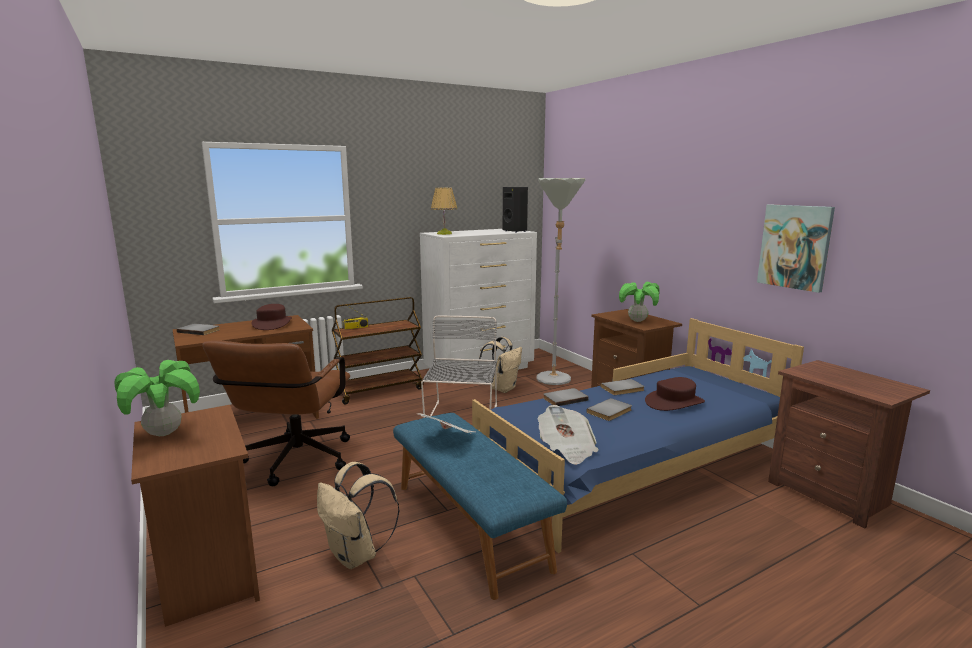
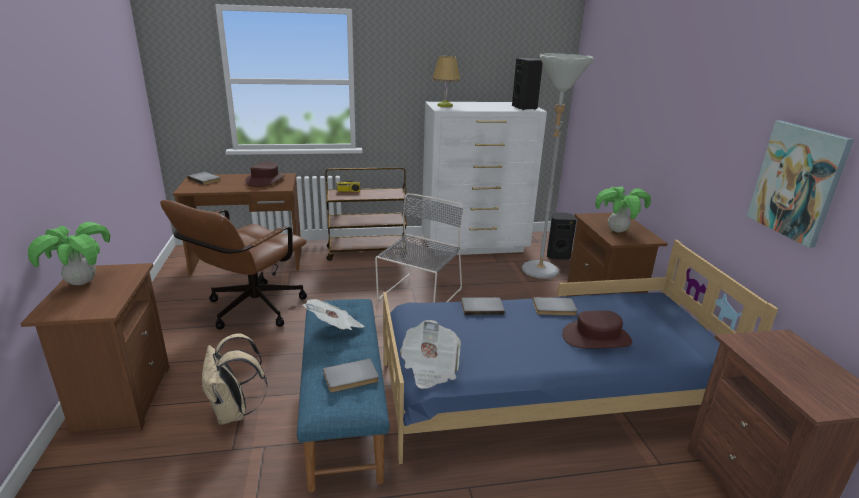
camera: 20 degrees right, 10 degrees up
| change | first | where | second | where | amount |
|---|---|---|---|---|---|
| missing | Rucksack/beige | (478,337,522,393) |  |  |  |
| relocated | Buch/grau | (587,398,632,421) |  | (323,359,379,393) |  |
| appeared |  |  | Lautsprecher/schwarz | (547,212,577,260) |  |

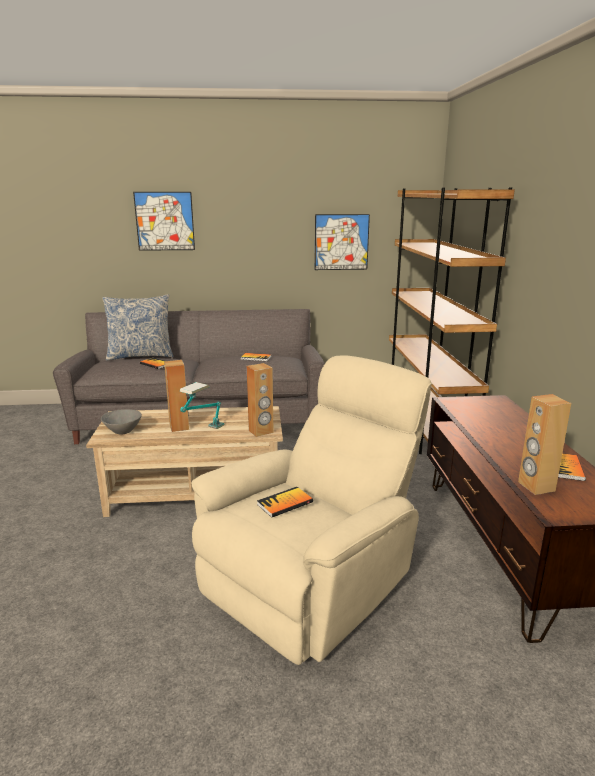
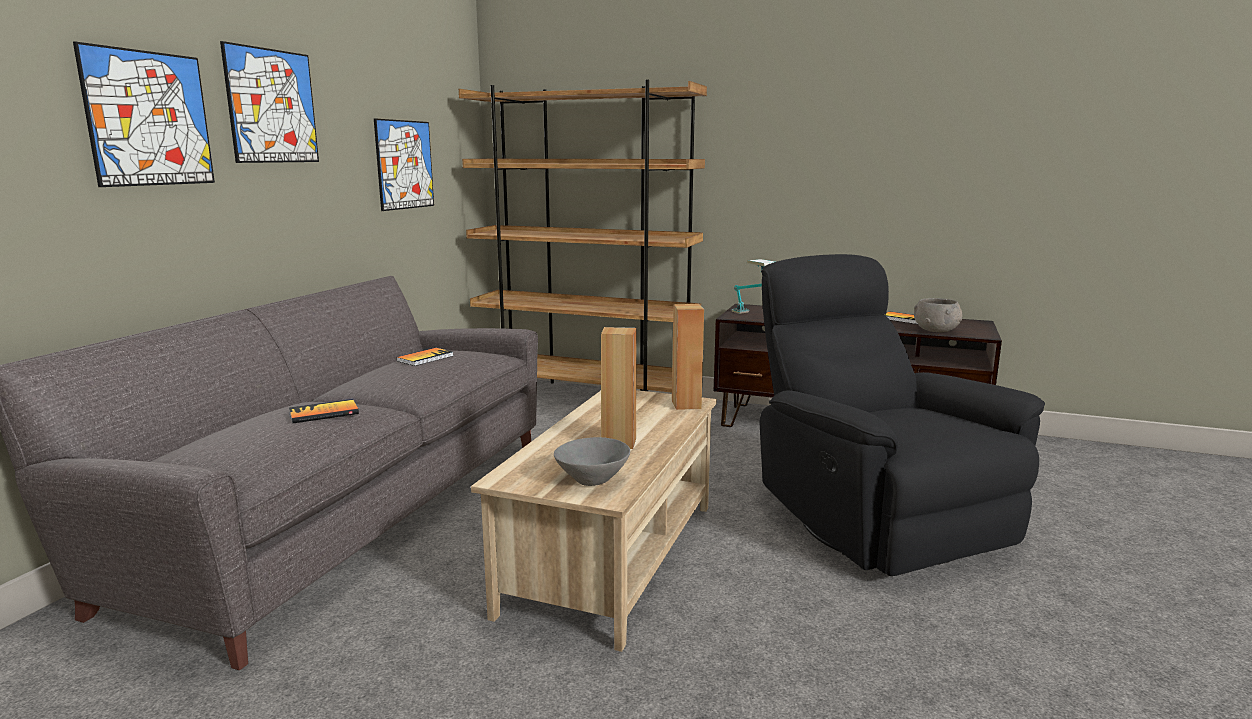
camera: 65 degrees left, 5 degrees down
| change | first | where | second | where | amount |
|---|---|---|---|---|---|
| missing | Kissen | (102,294,173,361) |  |  |  |
| colour | Sessel/beige | (192,355,432,665) | Sessel/schwarz | (760,254,1045,576) |  |
| relocated | Tischlampe | (180,382,225,429) |  | (732,259,775,314) |  |
| exchanged | Lautsprecher/braun | (518,394,571,495) | Schüssel/grau | (914,298,963,332) |  |
| missing | Buch | (257,487,313,518) |  |  |  |
| appeared |  |  | Bild | (220,41,319,163) |  |

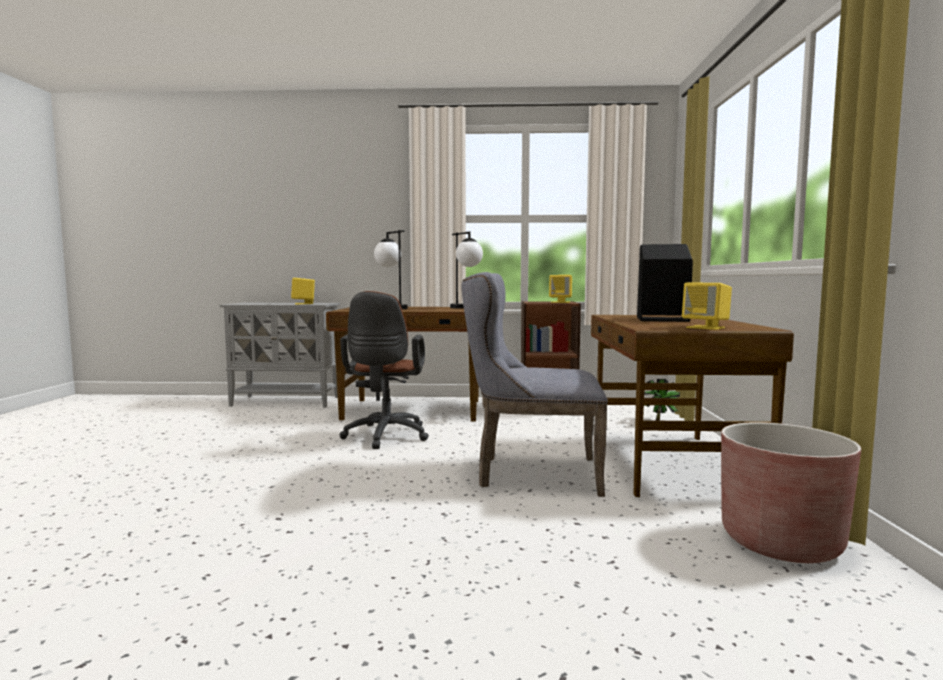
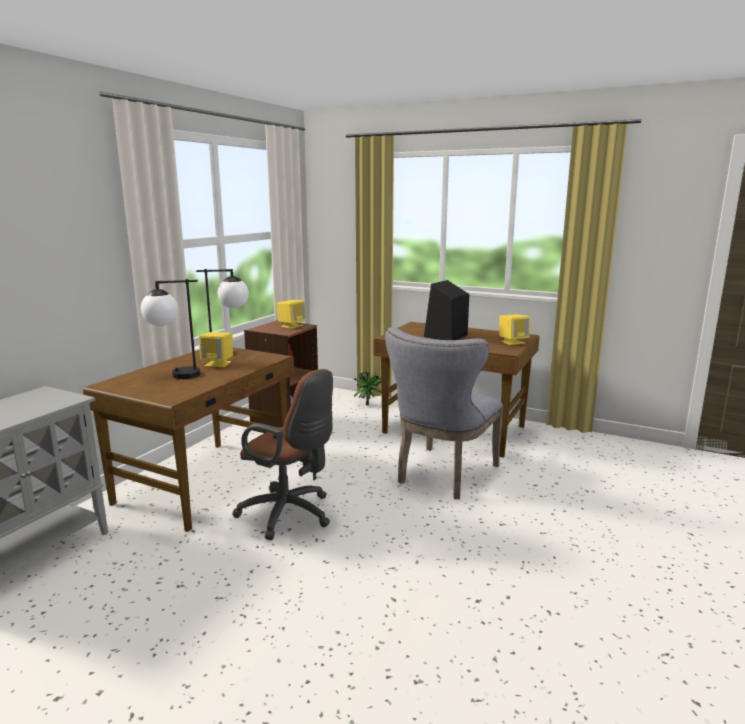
camera: 65 degrees left, 10 degrees up
| change | first | where | second | where | amount |
|---|---|---|---|---|---|
| relocated | Lautsprecher/gelb | (291,278,315,304) |  | (199,332,233,367) |  |
| missing | Pflanzkübel/braun | (721,422,861,563) |  |  |  |

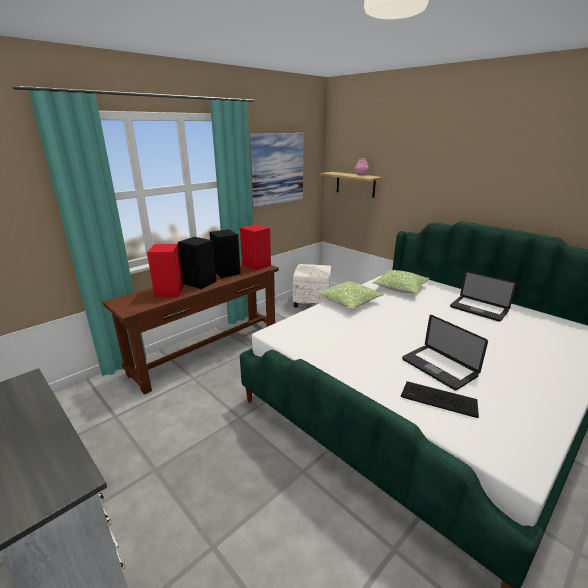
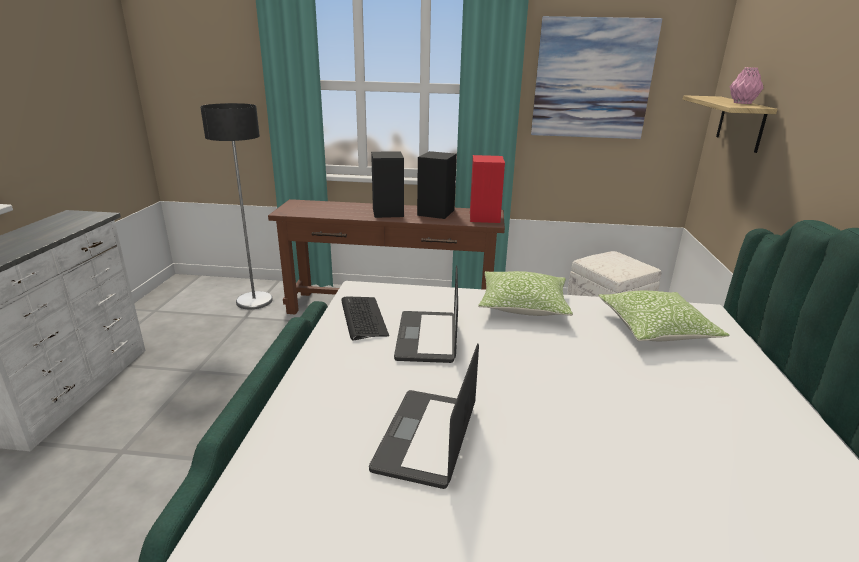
camera: 50 degrees right, 0 degrees up
| change | first | where | second | where | amount |
|---|---|---|---|---|---|
| missing | Lautsprecher/rot | (147,244,183,298) |  |  |  |
| relocated | Laptop | (450,271,517,322) |  | (394,266,458,363) |  |
| relocated | Tastatur | (400,381,479,418) |  | (341,296,389,341) |  |
| appeared |  |  | Stehlampe | (200,103,273,309) |  |

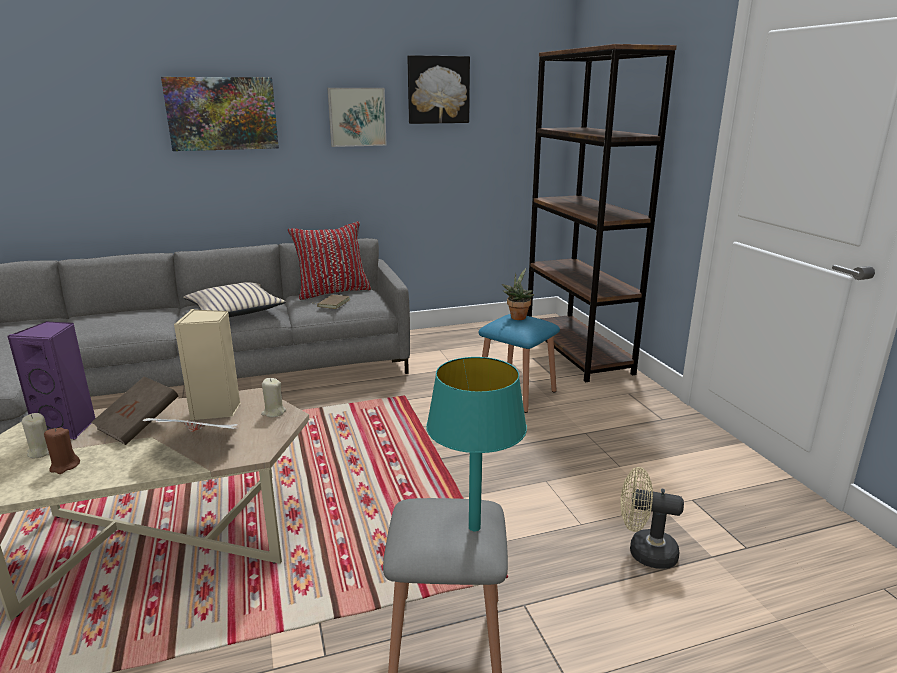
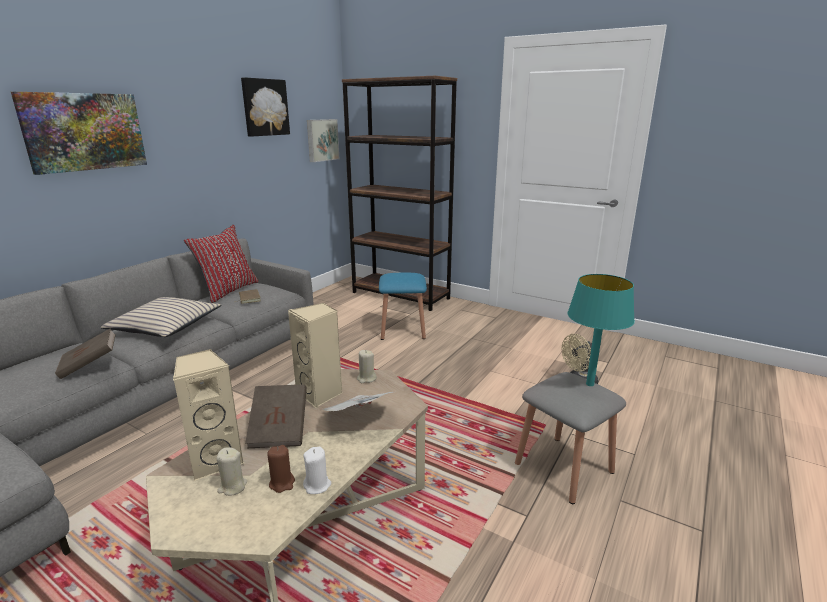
camera: 40 degrees left, 0 degrees up
| change | first | where | second | where | amount |
|---|---|---|---|---|---|
| relocated | Bild | (327,88,387,147) |  | (307,119,339,162) |  |
| missing | Topfpflanze | (502,268,534,320) |  |  |  |
| colour | Lautsprecher/lila | (8,321,96,440) | Lautsprecher/beige | (173,349,244,481) |  |
| appeared |  |  | Buch/braun | (55,328,116,379) |  |
| appeared |  |  | Kerze/weiß | (303,447,331,494) |  |

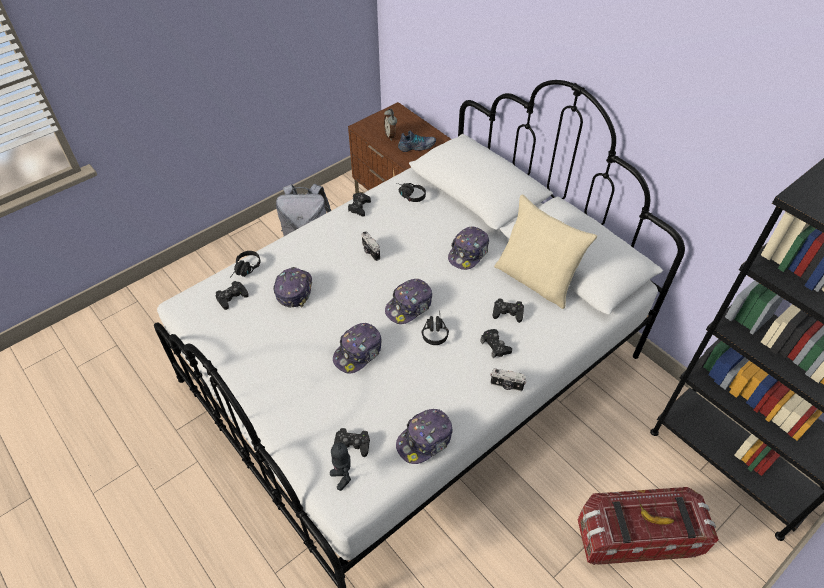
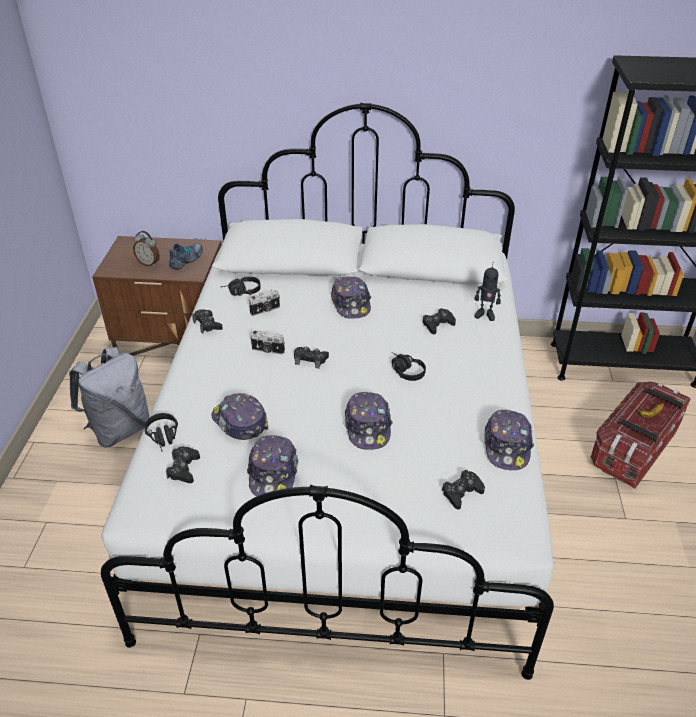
camera: 45 degrees left, 10 degrees down
| change | first | where | second | where | amount |
|---|---|---|---|---|---|
| missing | Kissen/beige | (494,195,597,309) |  |  |  |
| relocated | Kappe | (385,279,432,324) |  | (247,435,298,499) |  |
| relocated | Gamepad/schwarz | (480,329,512,359) |  | (294,347,329,369) |  |
| relocated | Kamera | (491,368,527,391) |  | (248,290,280,316) |  |
| relocated | Spielzeugroboter | (330,442,351,491) |  | (474,262,501,321) |  |

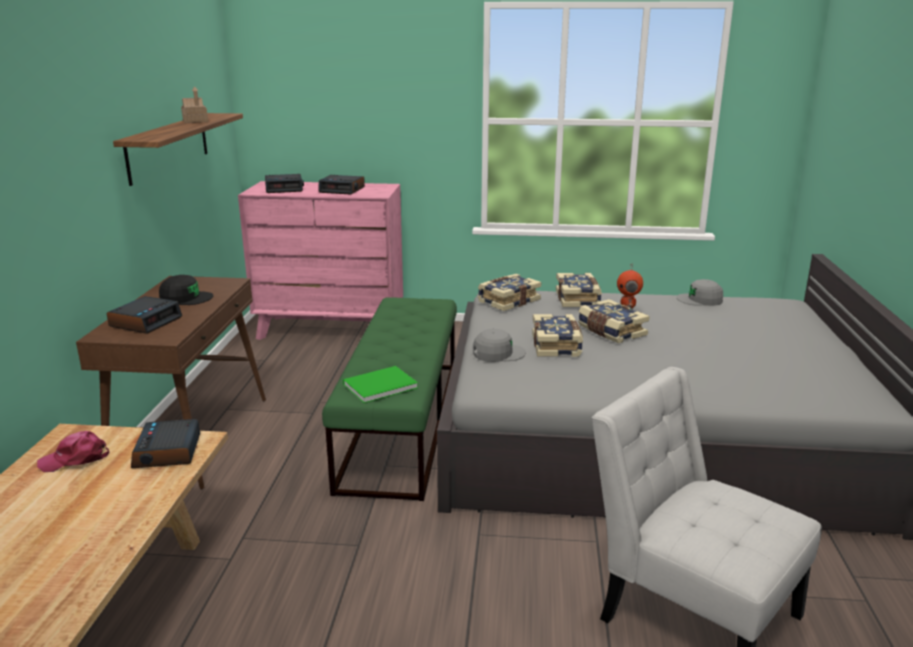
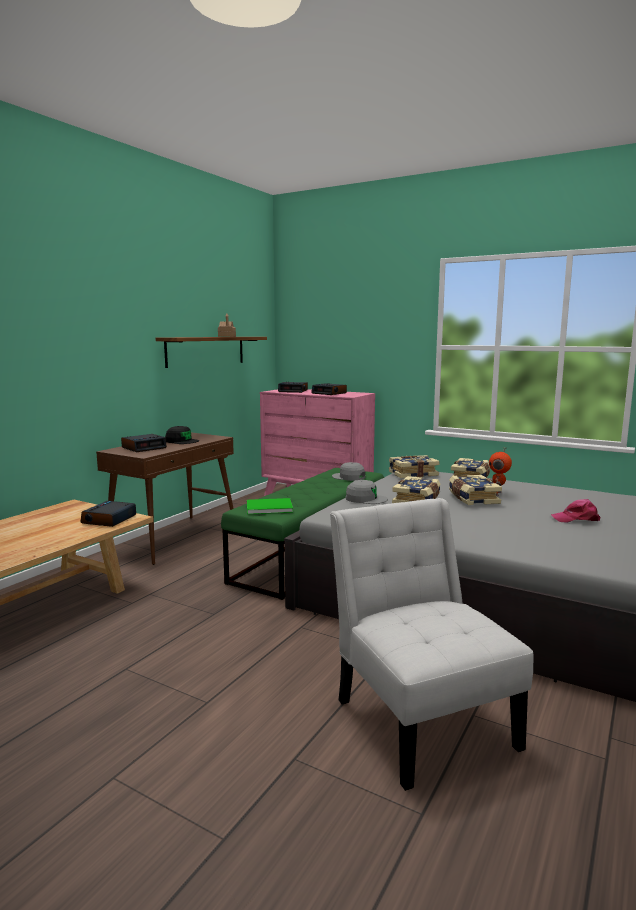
camera: 25 degrees right, 10 degrees down
| change | first | where | second | where | amount |
|---|---|---|---|---|---|
| relocated | Kappe/grau | (676,279,723,306) |  | (332,462,365,481) |  |
| relocated | Kappe/rosa | (37,431,110,472) |  | (551,499,600,523) |  |

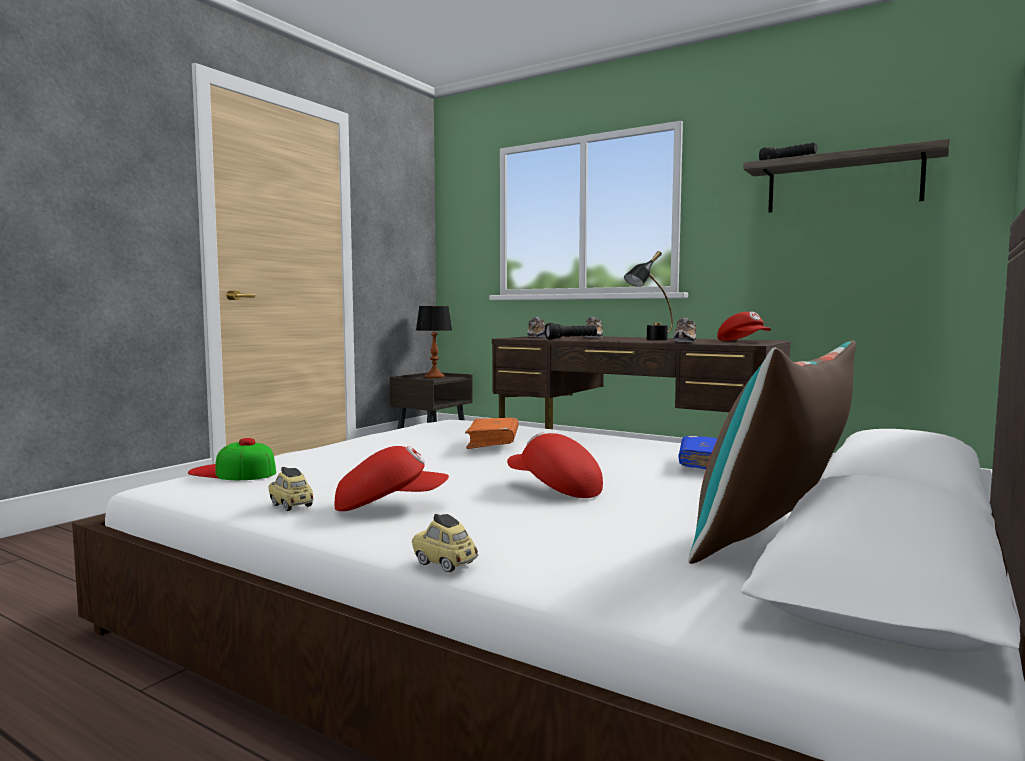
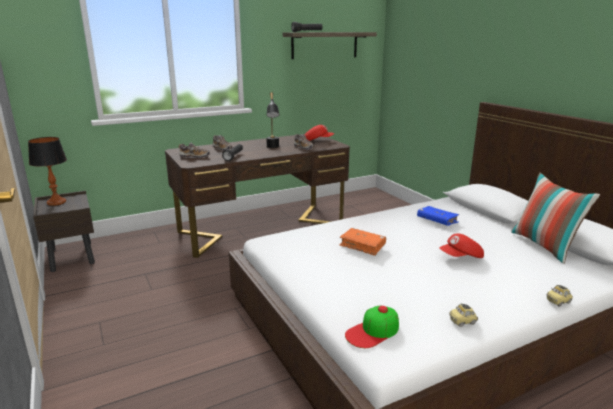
camera: 60 degrees left, 15 degrees up
| change | first | where | second | where | amount |
|---|---|---|---|---|---|
| missing | Kappe/rot | (335,446,449,511) |  |  |  |

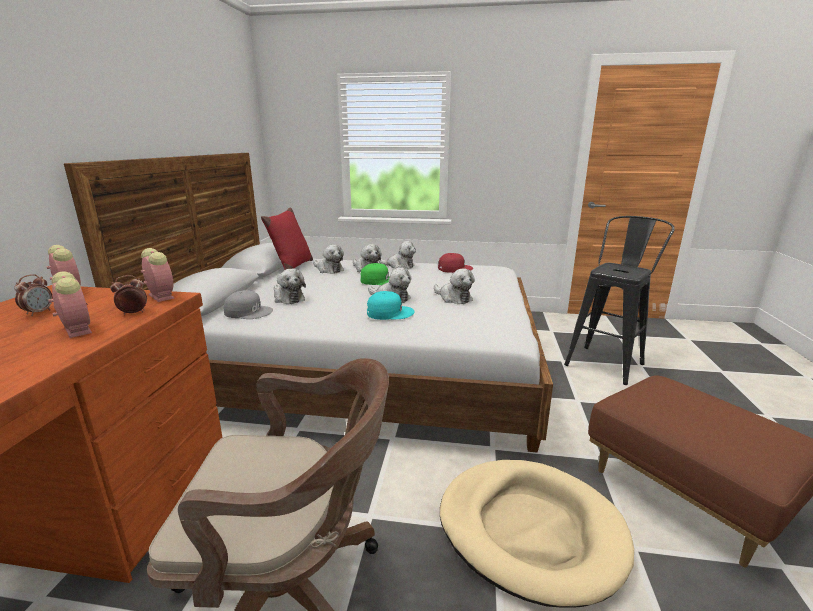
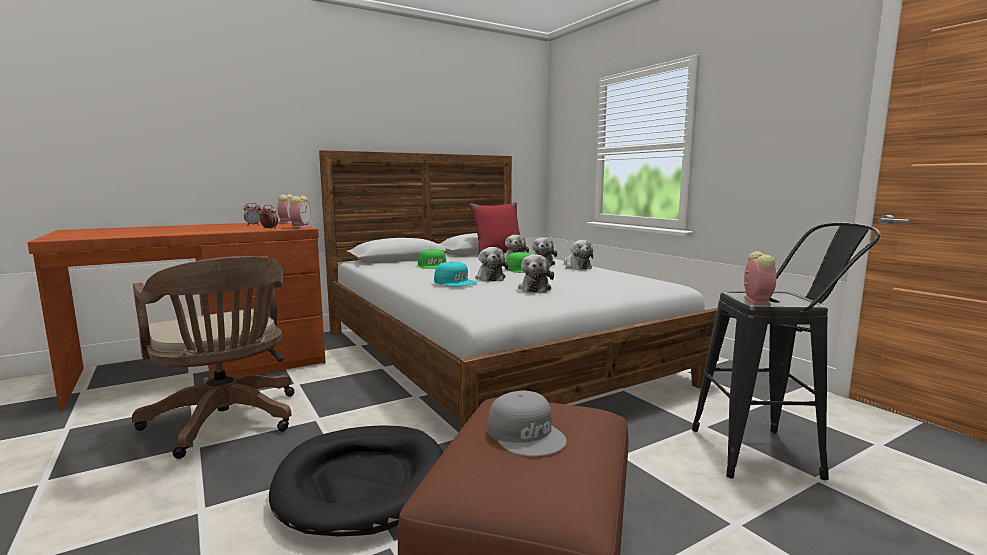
camera: 50 degrees right, 10 degrees down
| change | first | where | second | where | amount |
|---|---|---|---|---|---|
| missing | Kappe/rot | (438,253,473,273) |  |  |  |
| exchanged | Plüschtier | (274,269,306,304) | Kappe/grün | (418,249,446,269) |  |
| relocated | Wecker | (48,271,92,338) |  | (744,251,776,305) |  |
| relocated | Kappe/grau | (224,290,273,319) |  | (487,390,567,457) |  |
| colour | Hundebett/beige | (440,460,634,608) | Hundebett/schwarz | (269,425,443,537) |  |

